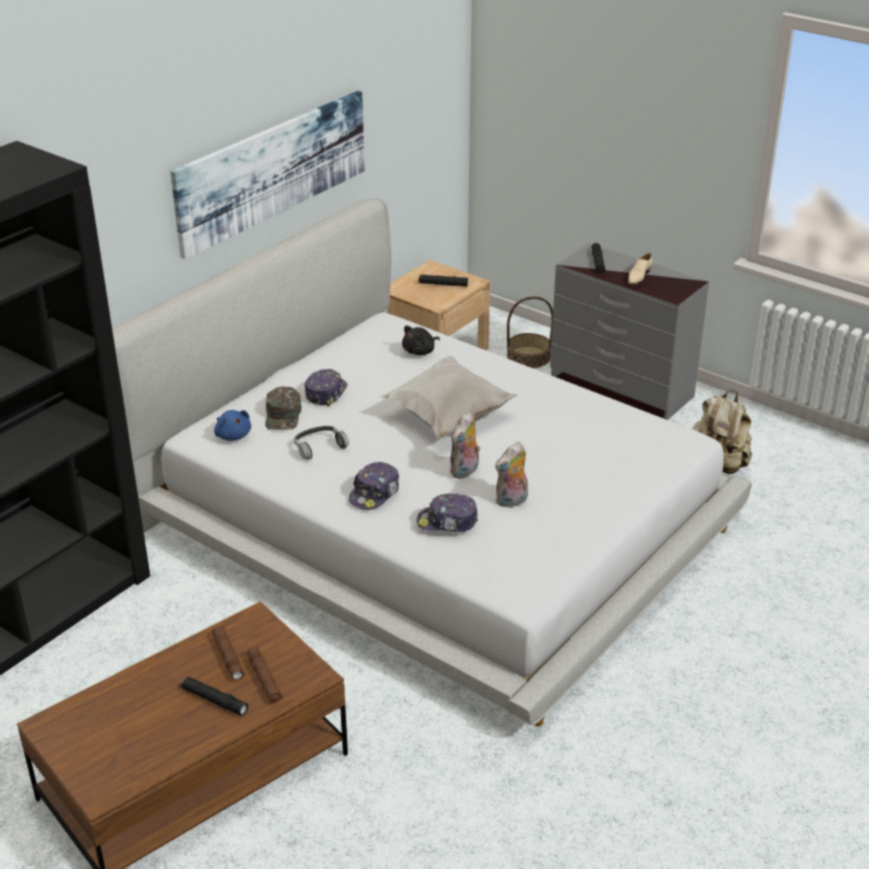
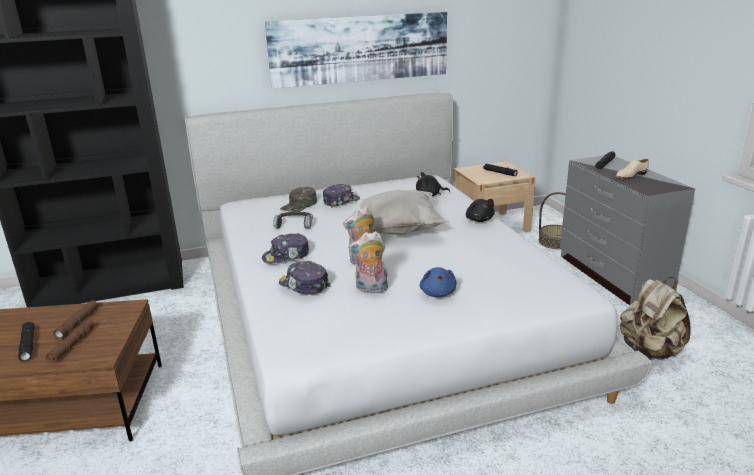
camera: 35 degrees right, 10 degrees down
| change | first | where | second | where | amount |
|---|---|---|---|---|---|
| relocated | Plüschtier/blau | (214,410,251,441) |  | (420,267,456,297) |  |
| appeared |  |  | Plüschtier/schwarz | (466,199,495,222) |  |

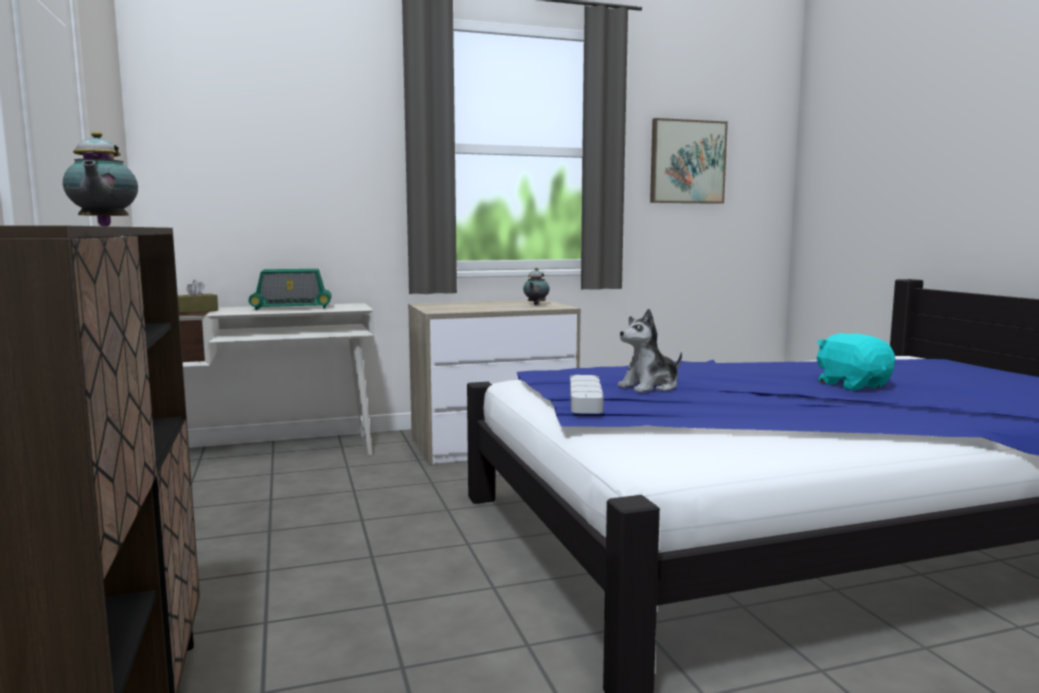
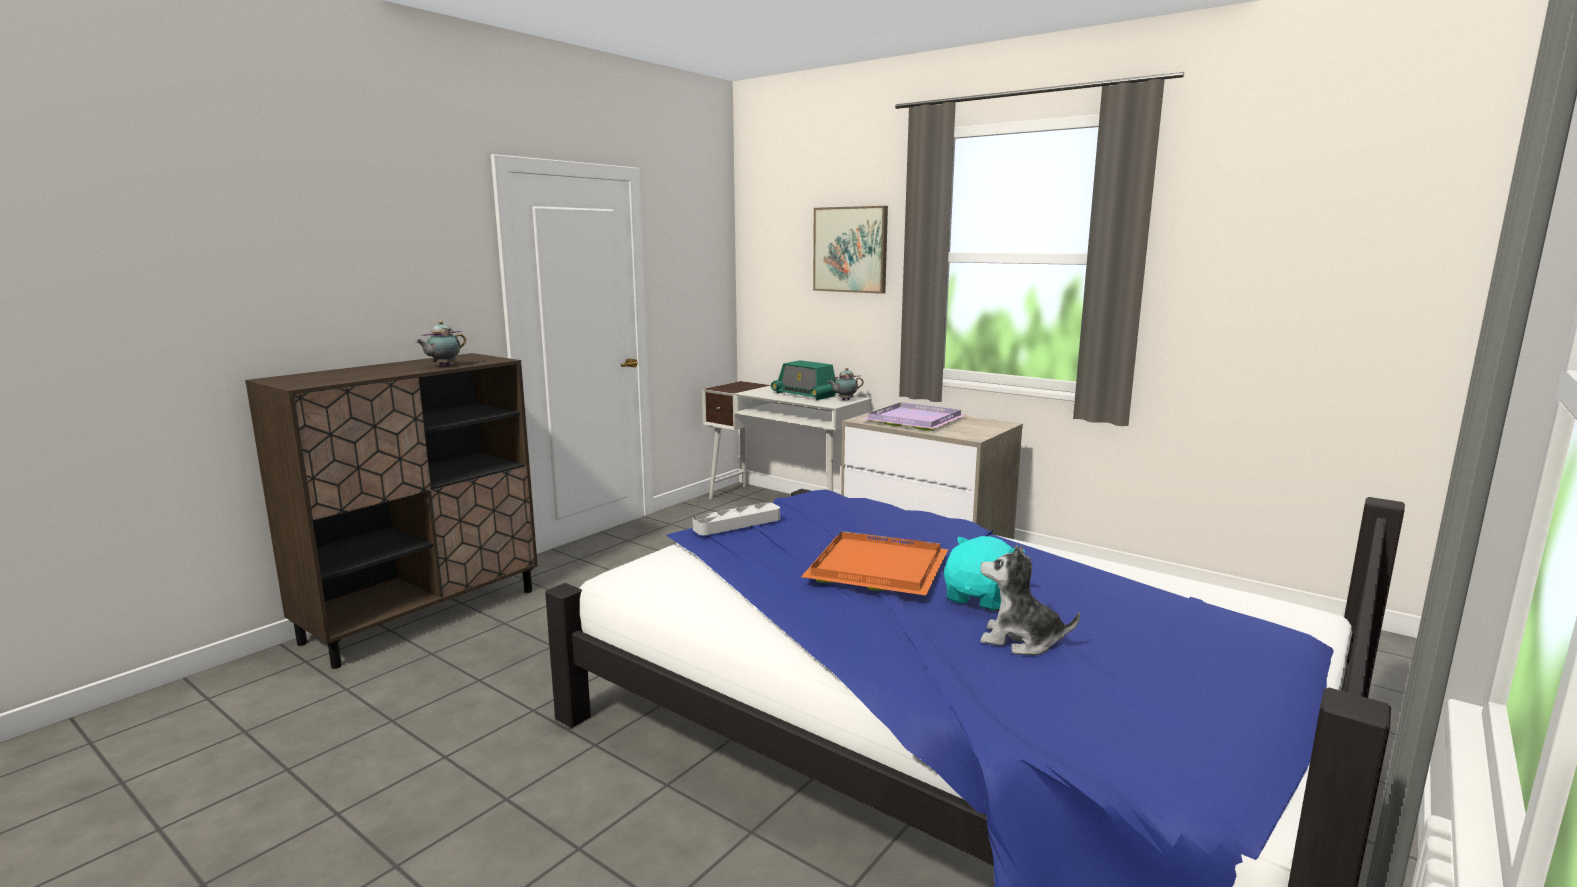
camera: 55 degrees right, 5 degrees up
| change | first | where | second | where | amount |
|---|---|---|---|---|---|
| relocated | Bild | (650,118,728,204) |  | (813,206,888,294) |  |
| relocated | Teekanne | (523,268,550,305) |  | (828,368,864,400) |  |
| missing | Taschentuchbox/braun | (178,280,218,313) |  |  |  |
| relocated | Plüschtier | (618,309,682,393) |  | (980,545,1080,655) |  |
| appeared |  |  | Tablett/lila | (862,402,966,431) |  |
| appeared |  |  | Tablett/orange | (801,531,948,596) |  |

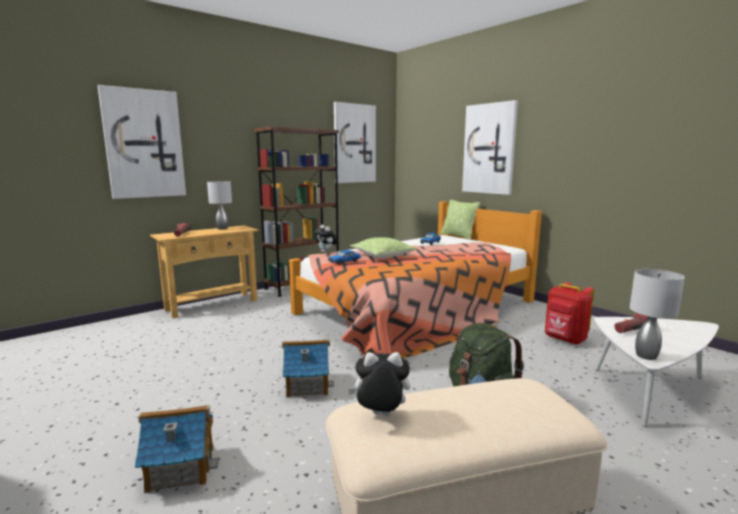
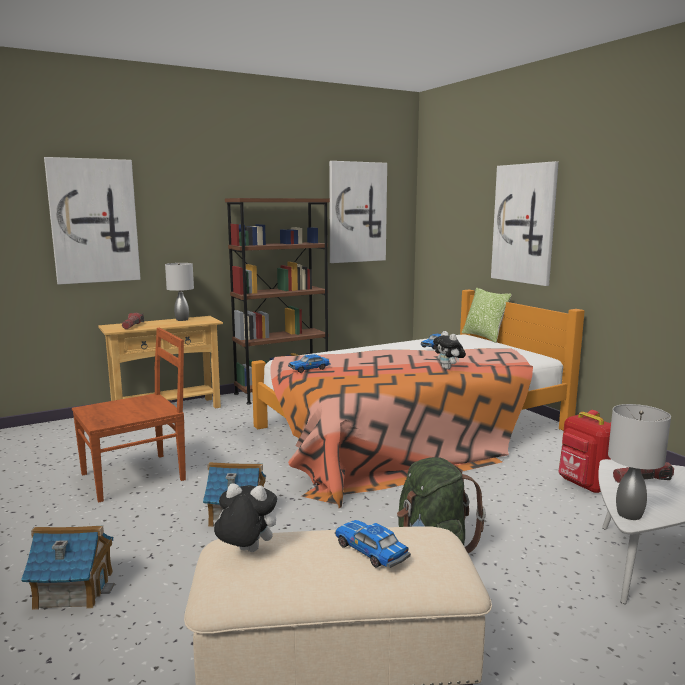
camera: 10 degrees right, 0 degrees up
| change | first | where | second | where | amount |
|---|---|---|---|---|---|
| relocated | Plüschtier | (314,225,338,253) |  | (433,331,466,370) |  |
| missing | Kissen | (350,237,417,259) |  |  |  |
| appeared |  |  | Stuhl/braun | (72,328,186,502) |  |
| appeared |  |  | Spielzeugauto | (335,520,411,568) |  |

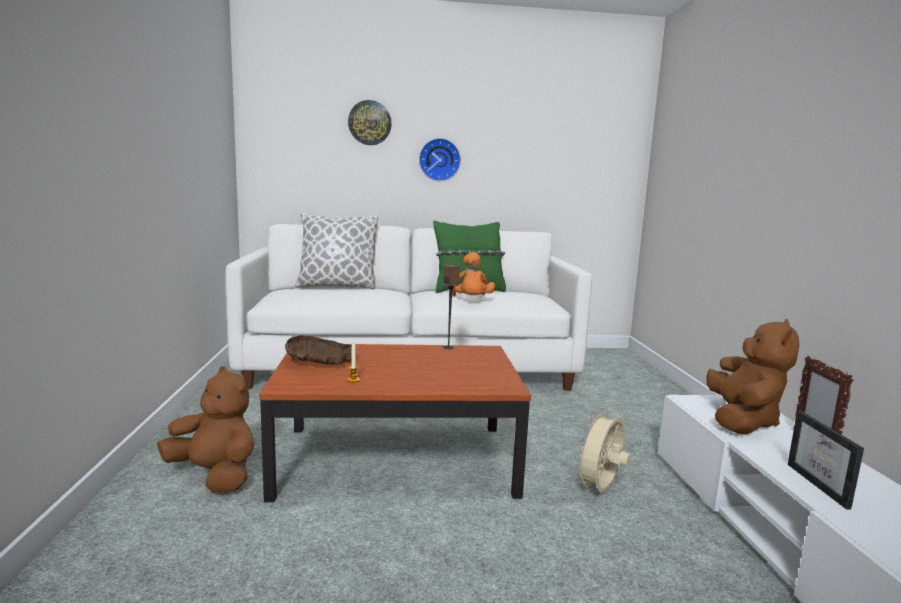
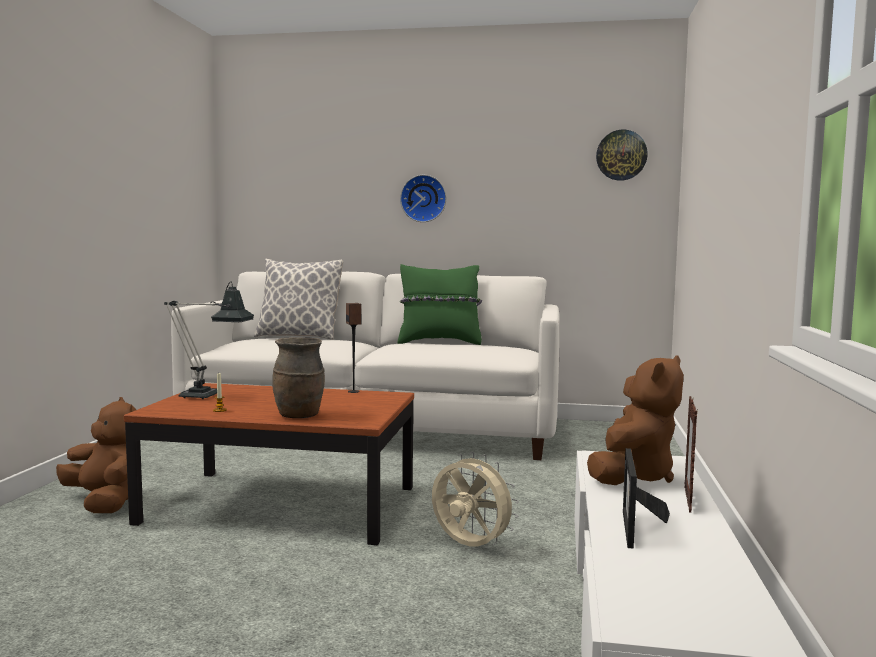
camera: 15 degrees right, 5 degrees down
| change | first | where | second | where | amount |
|---|---|---|---|---|---|
| relocated | Wanduhr | (348,100,392,145) |  | (596,130,648,181) |  |
| missing | Plüschtier/orange | (452,252,495,296) |  |  |  |
| exchanged | Schüssel/braun | (285,335,352,365) | Tischlampe | (164,281,254,399) |  |
| spun | Ventilator/beige | (573,407,630,493) |  | (432,452,519,546) | 75 degrees clockwise |
| appeared |  |  | Vase/braun | (272,337,325,418) |  |

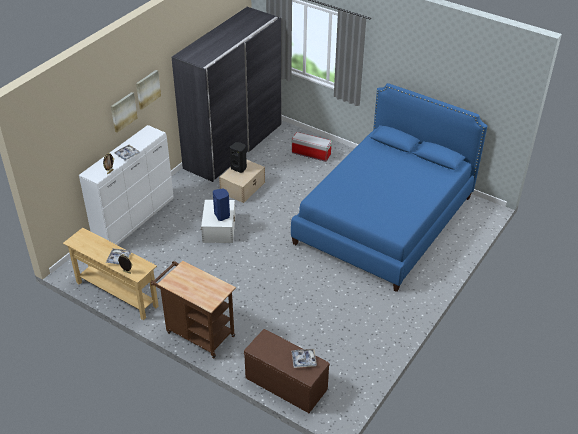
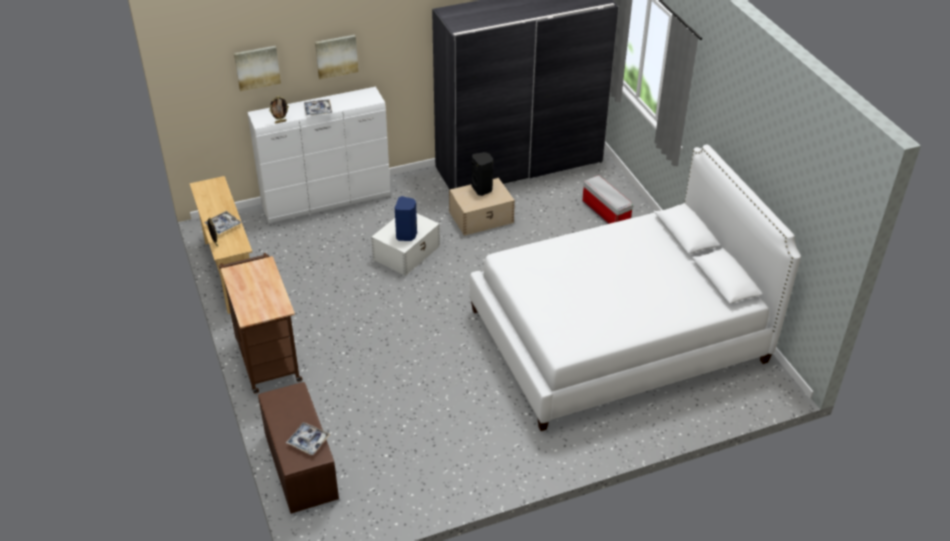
camera: 35 degrees right, 0 degrees up
| change | first | where | second | where | amount |
|---|---|---|---|---|---|
| relocated | Bild | (136,70,161,110) |  | (234,46,281,91) |  |
| colour | Bett/blau | (291,83,487,292) | Bett/weiß | (469,145,801,431) |  |

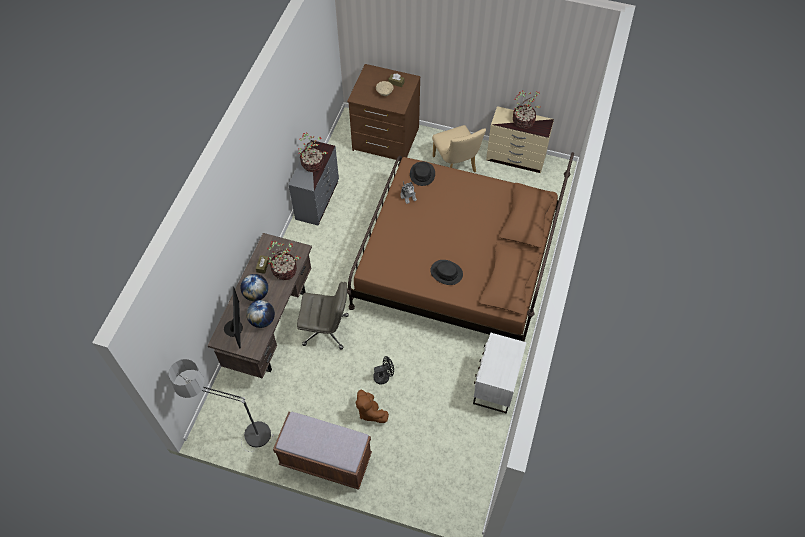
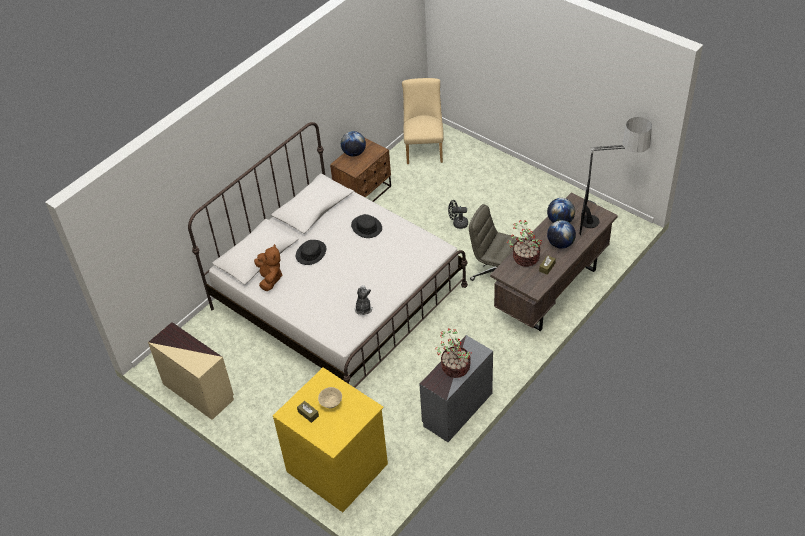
camera: 155 degrees left, 10 degrees down
| change | first | where | second | where | amount |
|---|---|---|---|---|---|
| colour | Kommode/braun | (347,64,421,161) | Kommode/gelb | (273,368,388,512) |  |
| missing | Topfpflanze | (513,91,541,129) |  |  |  |
| relocated | Stuhl/beige | (432,125,486,172) |  | (402,78,444,164) |  |
| colour | Bett/braun | (347,152,574,342) | Bett/weiß | (188,122,468,388) |  |
| relocated | Hut/schwarz | (410,162,435,186) |  | (296,240,326,265) |  |
| colour | Nachttisch/weiß | (473,333,527,414) | Nachttisch/braun | (330,137,391,202) |  |
| relocated | Plüschtier/braun | (356,390,389,423) |  | (254,244,282,291) |  |
| missing | Bank/braun | (273,412,372,490) |  |  |  |
| appeared |  |  | Globus | (341,131,366,157) |  |

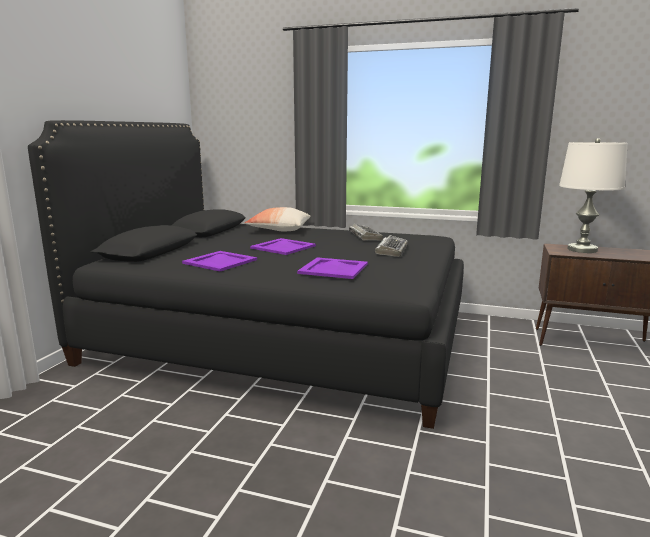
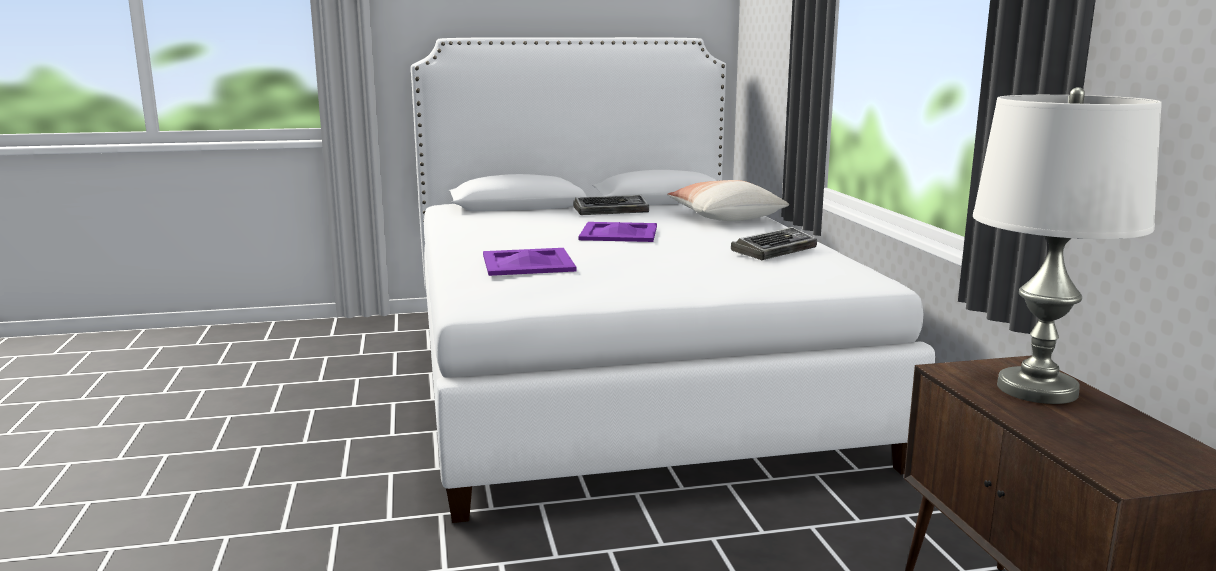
camera: 60 degrees right, 0 degrees up
| change | first | where | second | where | amount |
|---|---|---|---|---|---|
| colour | Bett/schwarz | (28,120,464,429) | Bett/weiß | (411,37,935,523) |  |
| relocated | Tastatur | (374,235,408,257) |  | (573,195,649,215) |  |
| missing | Tablett/lila | (182,251,257,271) |  |  |  |

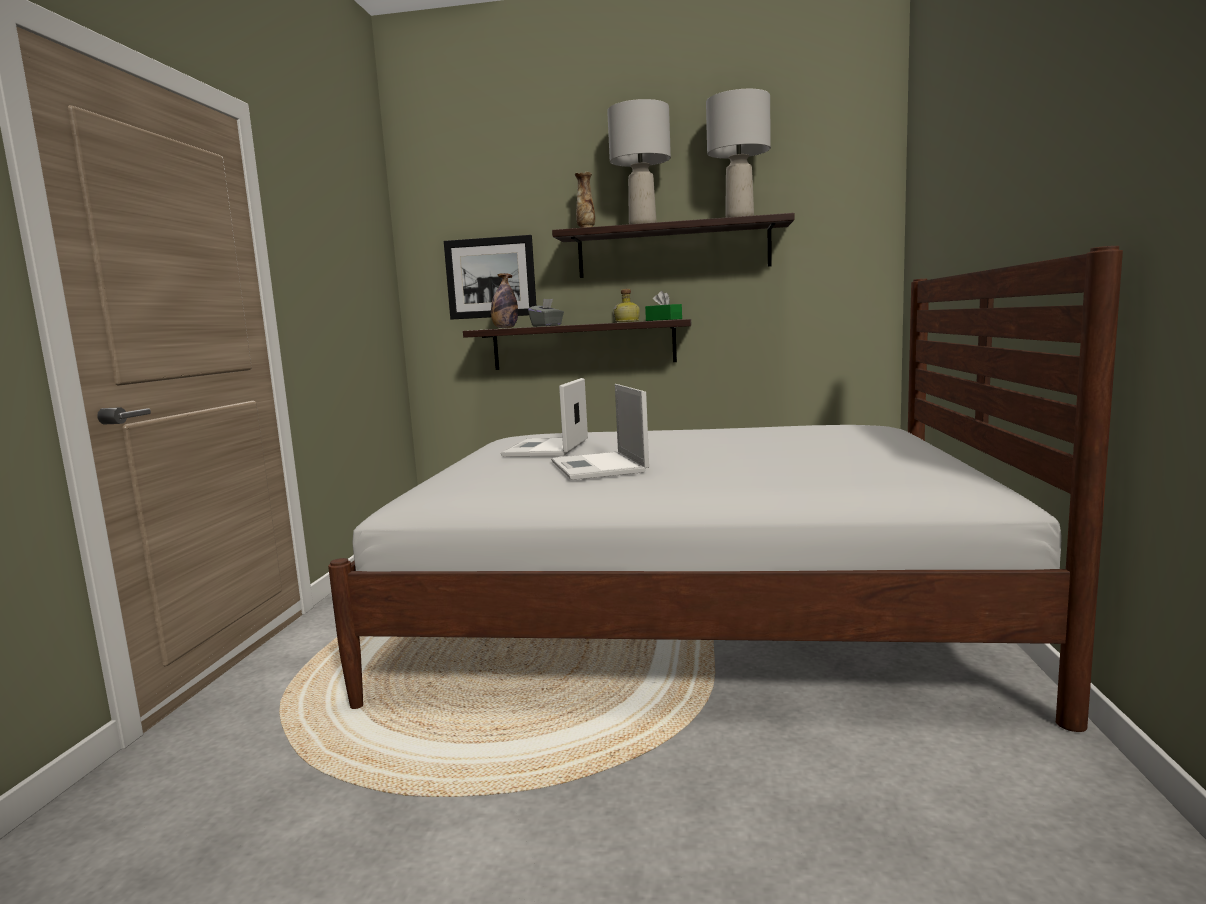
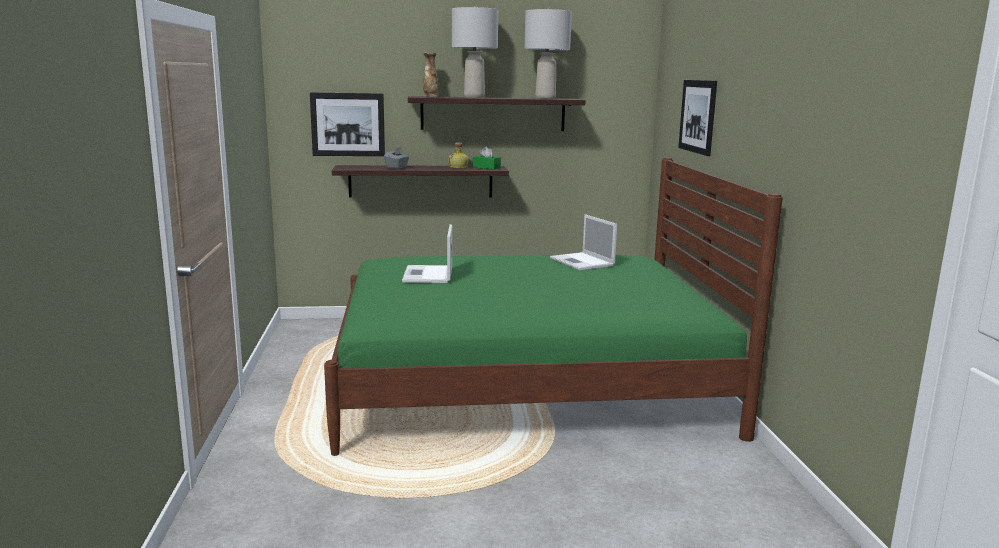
camera: 15 degrees left, 5 degrees up
| change | first | where | second | where | amount |
|---|---|---|---|---|---|
| colour | Bett/weiß | (328,246,1123,732) | Bett/grün | (324,158,783,456) |  |
| missing | Flasche | (491,273,518,328) |  |  |  |
| relocated | Laptop | (551,384,649,480) |  | (550,214,617,270) |  |
| appeared |  |  | Bild | (678,80,717,156) |  |

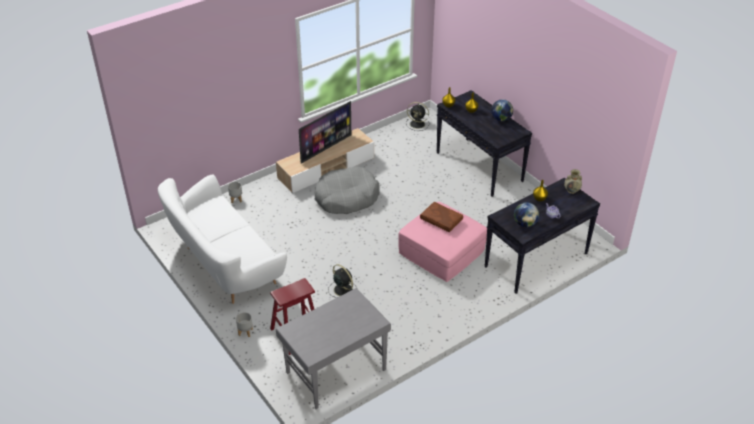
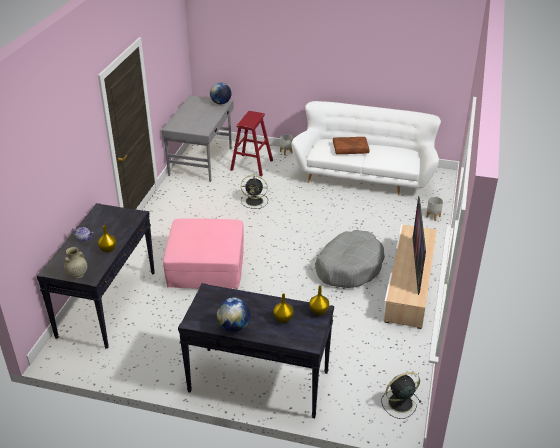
camera: 140 degrees right, 5 degrees down
| change | first | where | second | where | amount |
|---|---|---|---|---|---|
| relocated | Kissen/braun | (420,202,463,232) |  | (333,137,370,154) |  |
| relocated | Globus | (514,202,539,227) |  | (210,82,231,104) |  |

